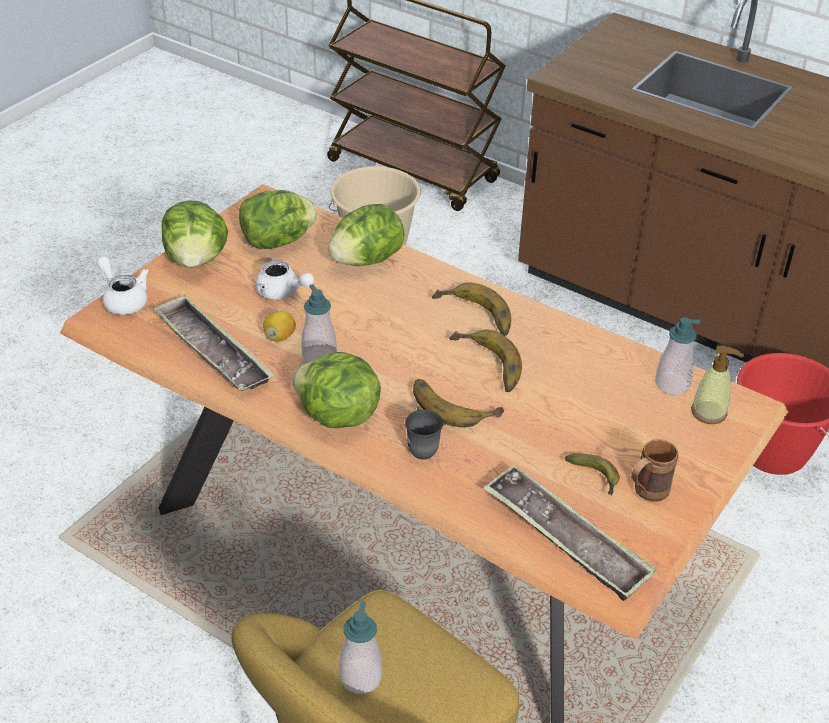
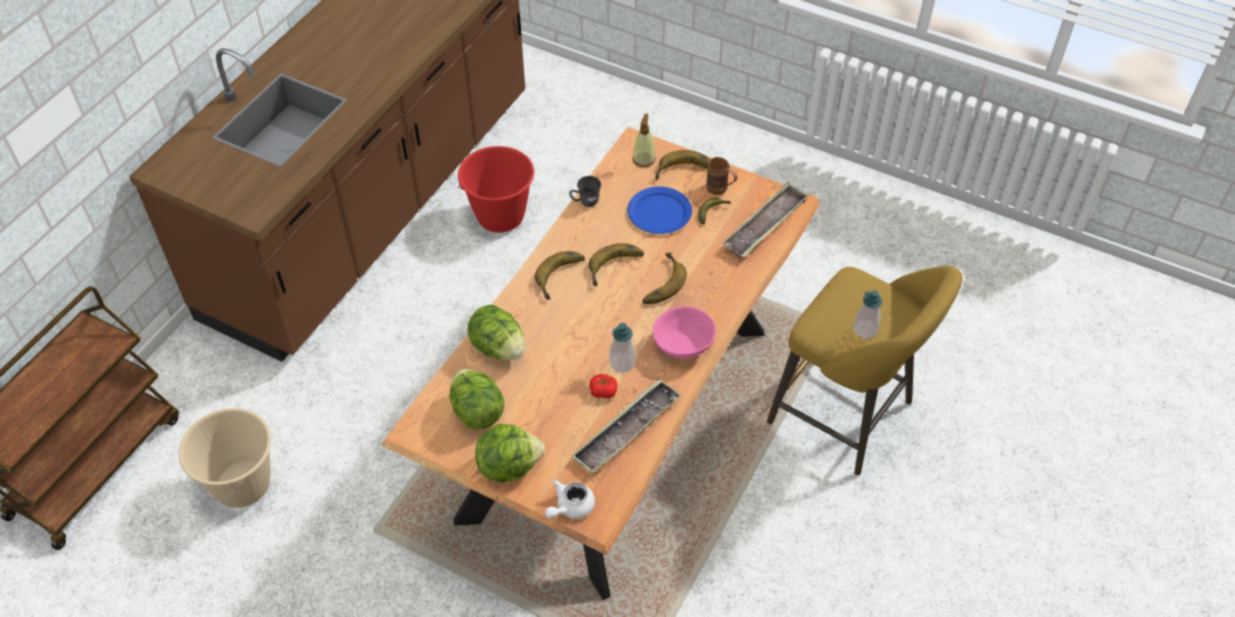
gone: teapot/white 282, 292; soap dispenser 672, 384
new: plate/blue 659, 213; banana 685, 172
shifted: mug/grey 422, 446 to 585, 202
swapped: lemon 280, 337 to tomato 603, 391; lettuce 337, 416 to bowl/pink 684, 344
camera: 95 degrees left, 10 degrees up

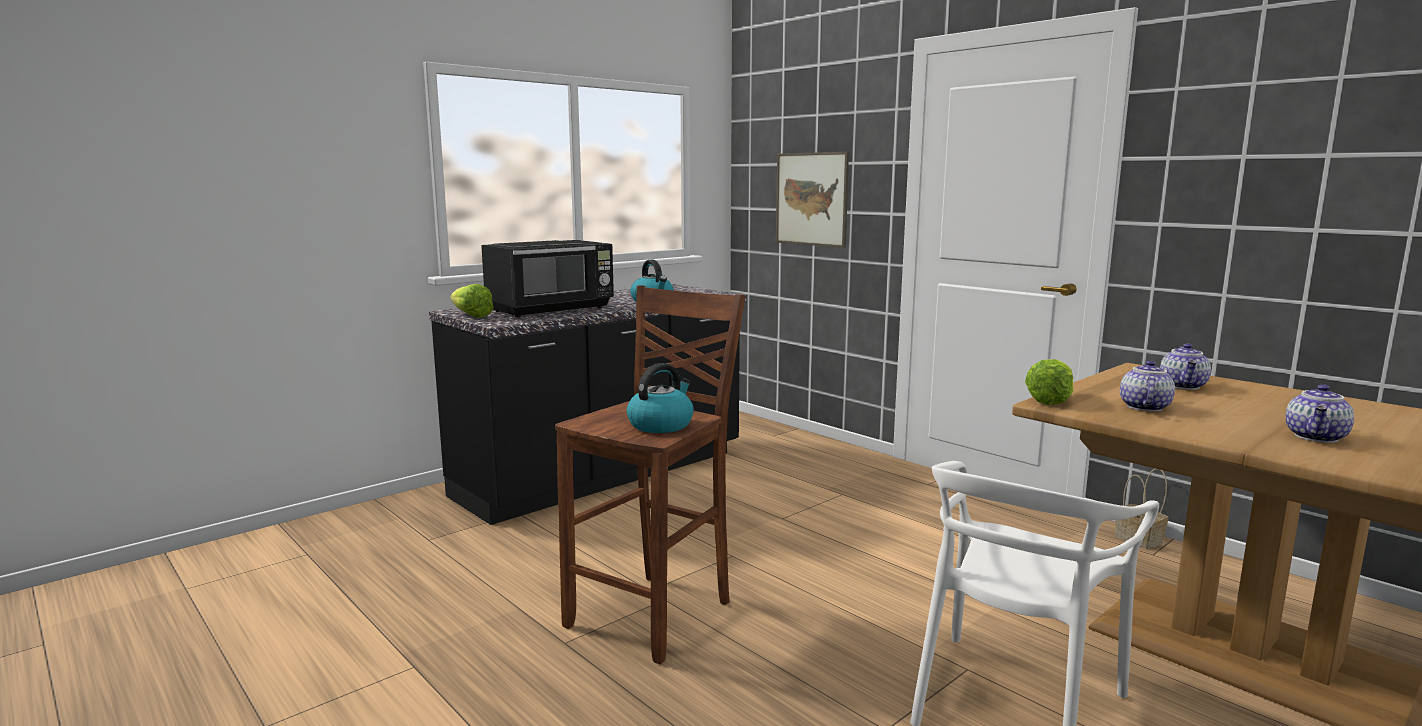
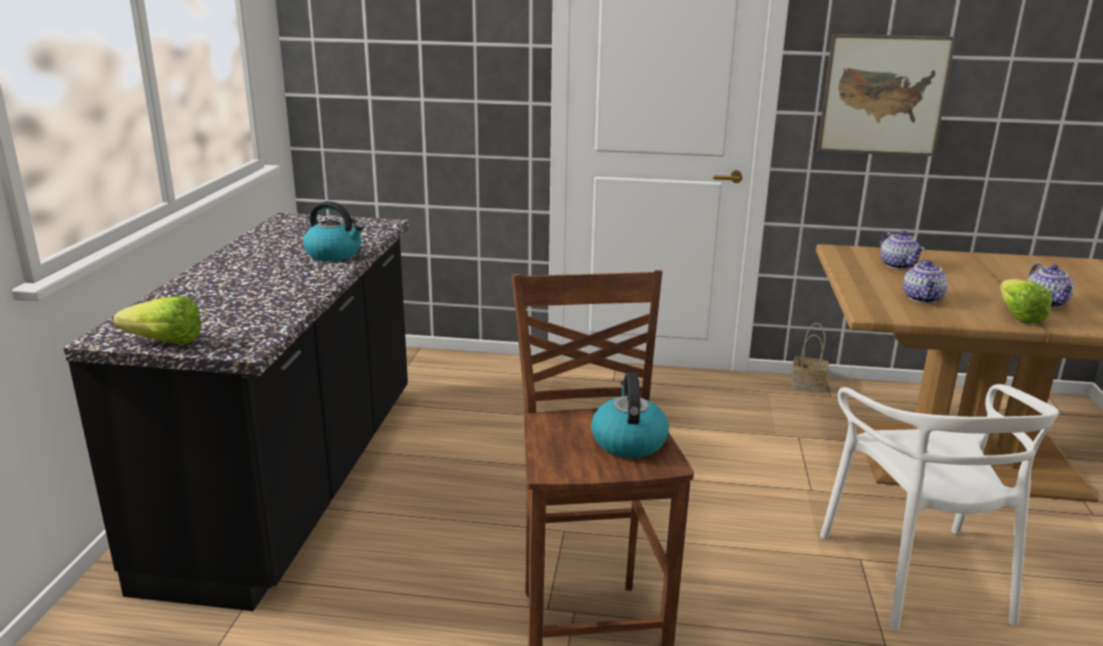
gone: microwave/black 552, 309
shifted: picture 811, 199 to 883, 95; lettuce 1054, 399 to 1016, 314
rotated: teapot 1143, 407 = 923, 299 150 degrees counterclockwise
camera: 40 degrees left, 10 degrees up

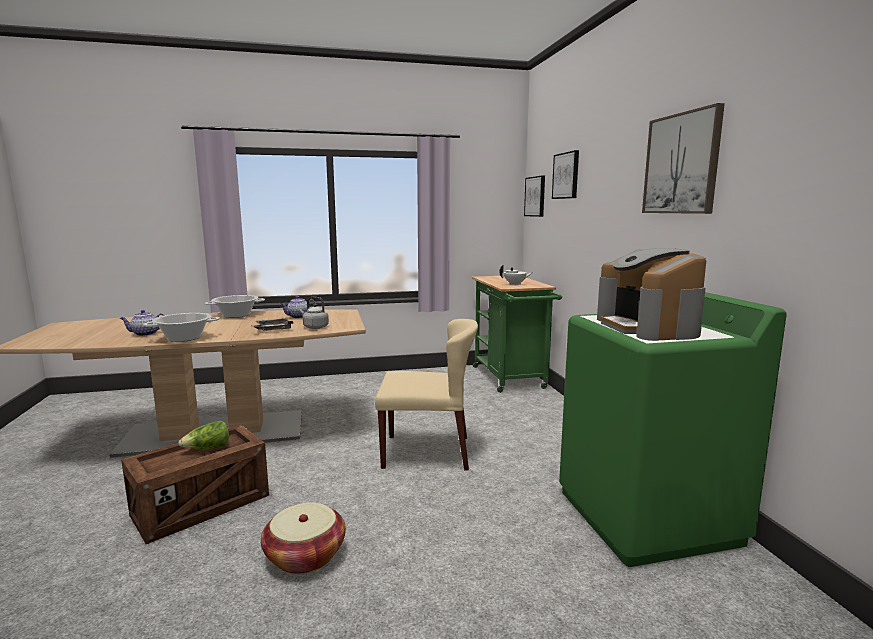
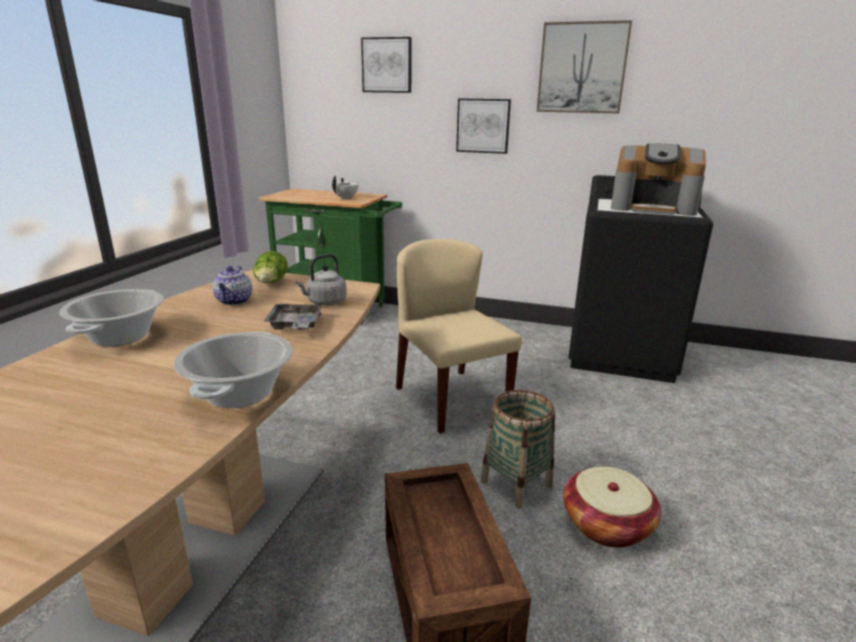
gone: teapot 145, 334
new: basket 516, 484
shifted: lettuce 208, 449 to 271, 283; picture 535, 196 to 483, 126
repainted: washing machine/green 647, 517 to washing machine/black 621, 354
rotated: chair/beige 427, 452 = 451, 399 60 degrees counterclockwise
camera: 60 degrees left, 10 degrees up

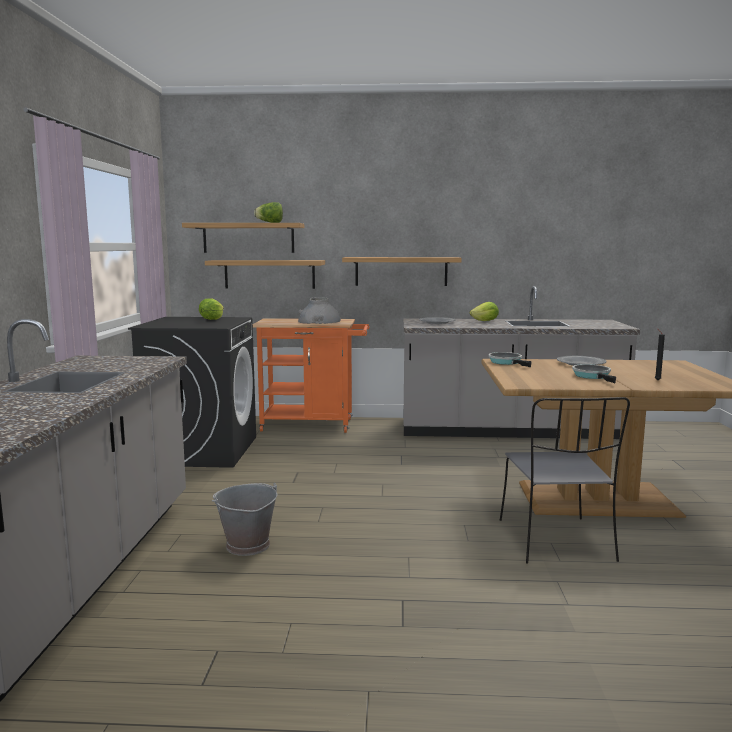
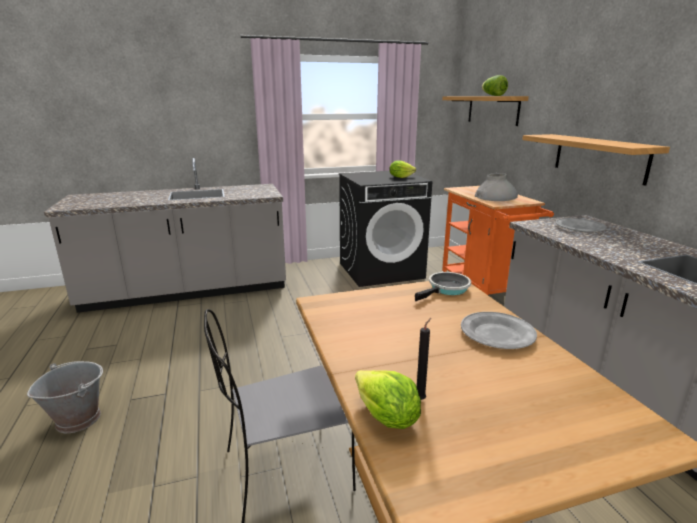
gone: shelf 269, 274; frying pan 593, 376
shifted: bucket/grey 247, 545 to 78, 419; lettuce 485, 321 to 386, 418
camera: 70 degrees right, 10 degrees up

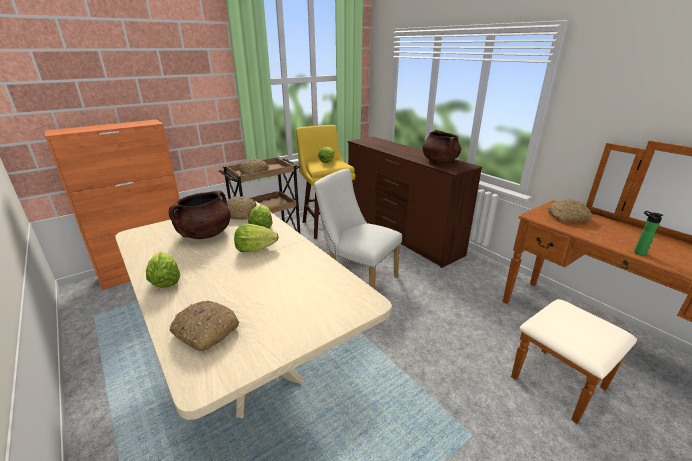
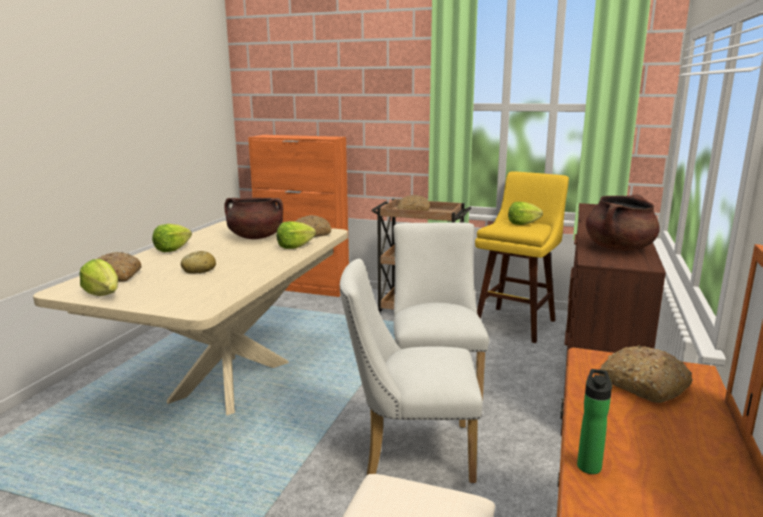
new: bread 198, 269; chair/white 409, 451
shifted: lettuce 255, 249 to 103, 294
camera: 55 degrees right, 10 degrees down

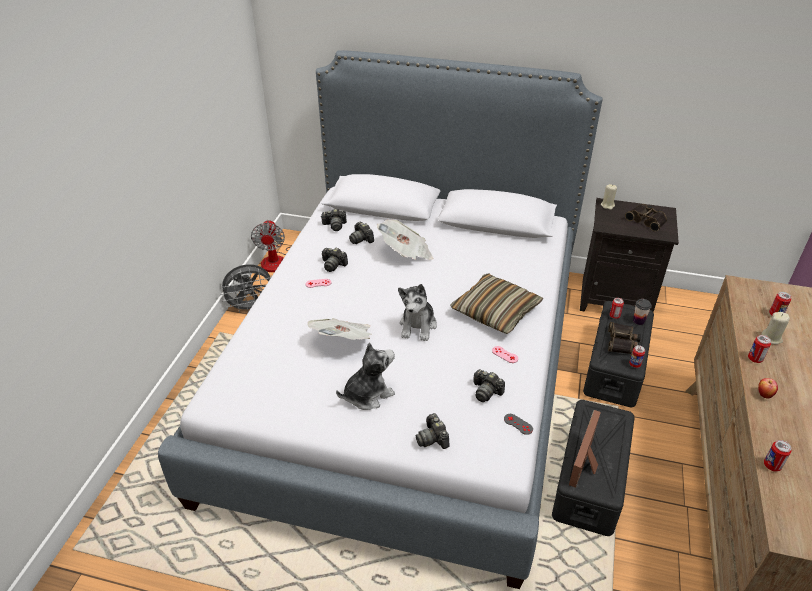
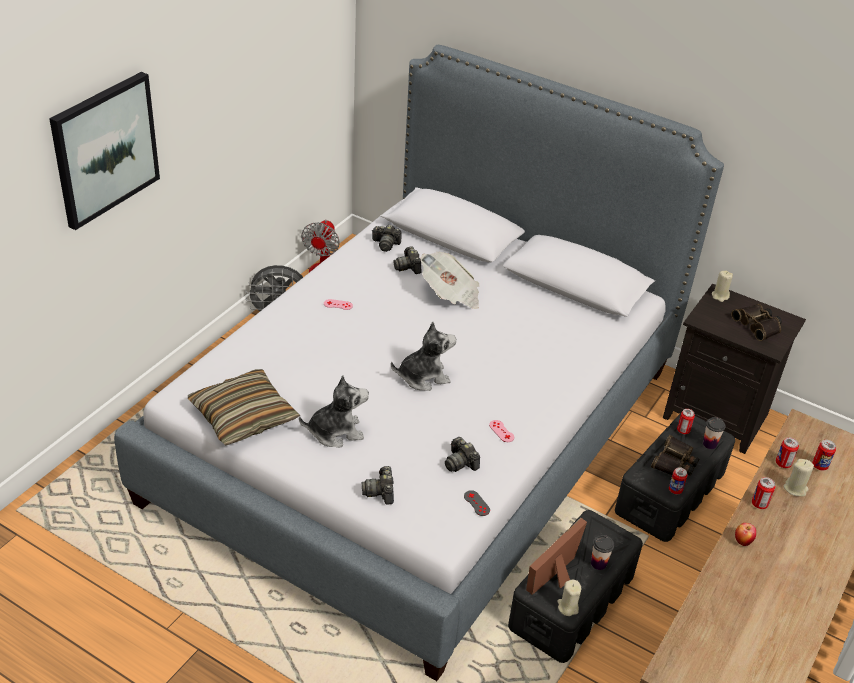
gone: newspaper 344, 341; photo camera 333, 265
new: picture 104, 149; candle/beige 567, 607; cup 598, 563
shifted: pillow 495, 311 to 244, 416; can 772, 465 to 783, 463
rotated: plush toy 418, 326 = 423, 377 135 degrees counterclockwise
camera: 15 degrees right, 0 degrees up

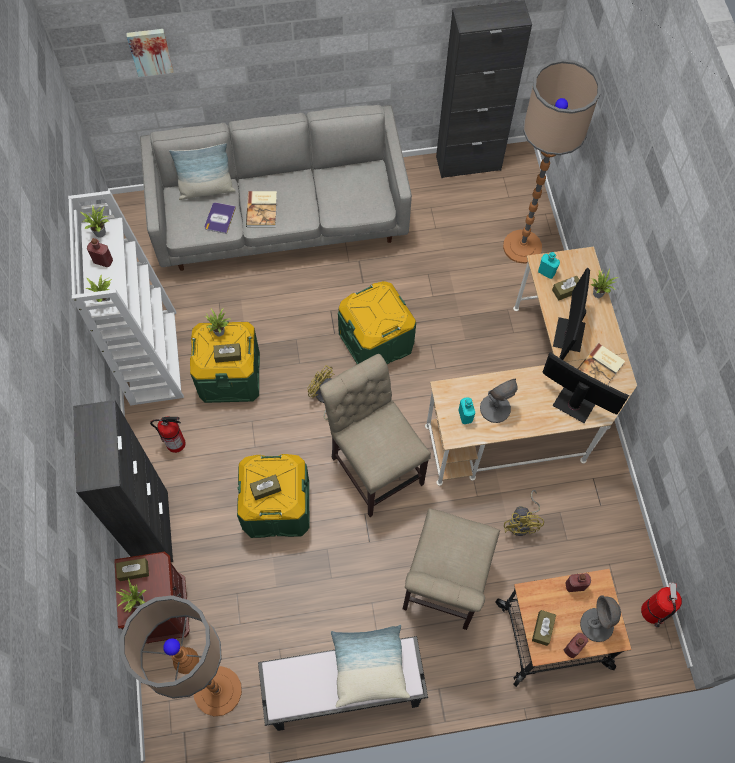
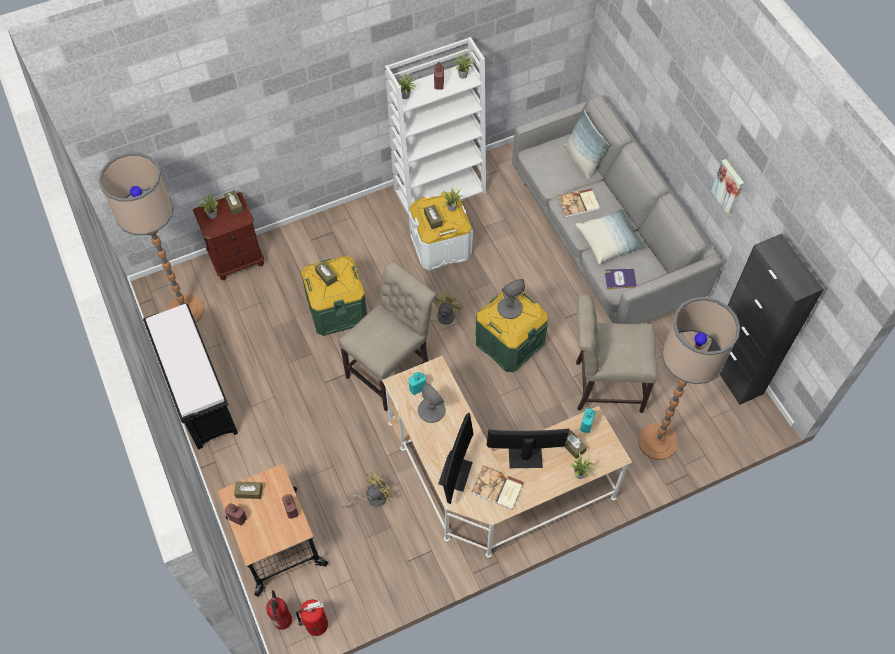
gone: cabinet/black 153, 528
shifted: picture 150, 51 to 729, 186; fire extinguisher 176, 443 to 283, 620; book 220, 218 to 620, 279; pillow 368, 667 to 609, 241; chair/beige 442, 588 to 604, 385; table lamp/grey 596, 625 to 509, 308
repainted: storage box/green 230, 375 to storage box/white 441, 246
rotated: fan/yellow 522, 522 = 372, 497 150 degrees clockwise
camera: 75 degrees right, 5 degrees down

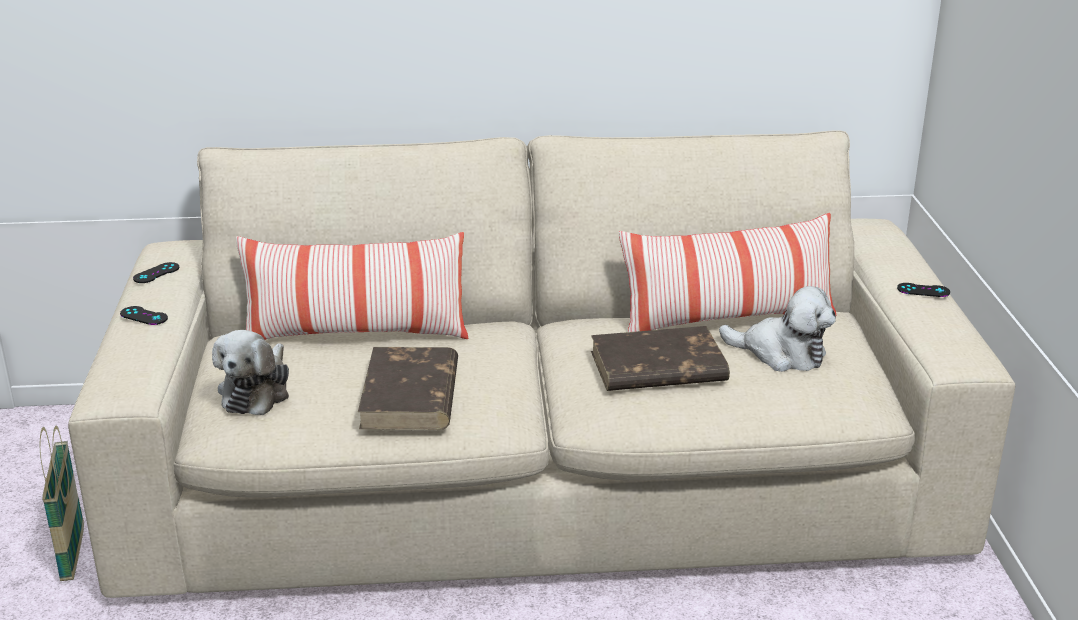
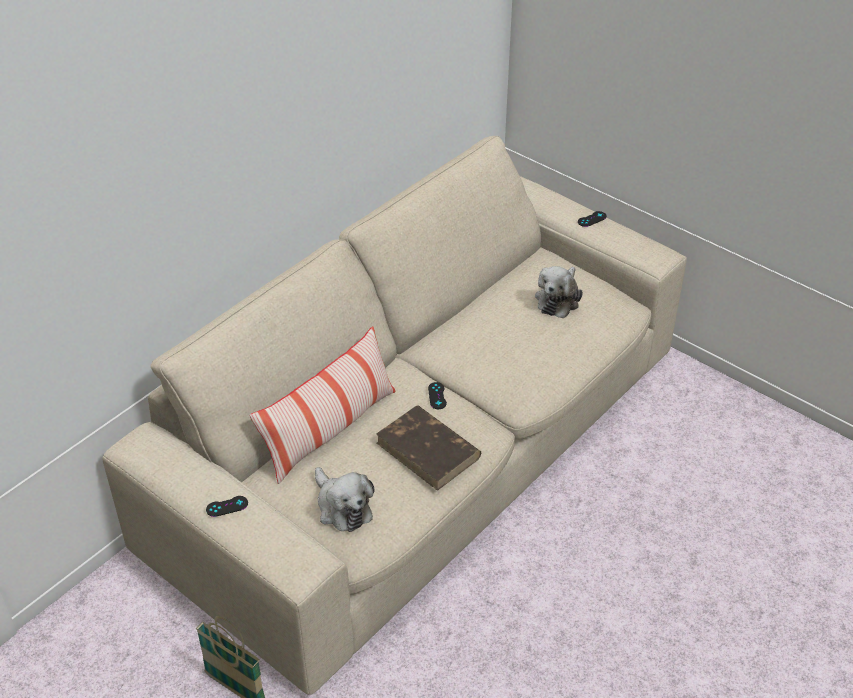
gone: book/brown 656, 367; pillow 727, 320
shifted: game controller/black 156, 273 to 437, 396
rotated: plush toy 781, 354 = 558, 299 135 degrees clockwise
camera: 45 degrees left, 15 degrees up

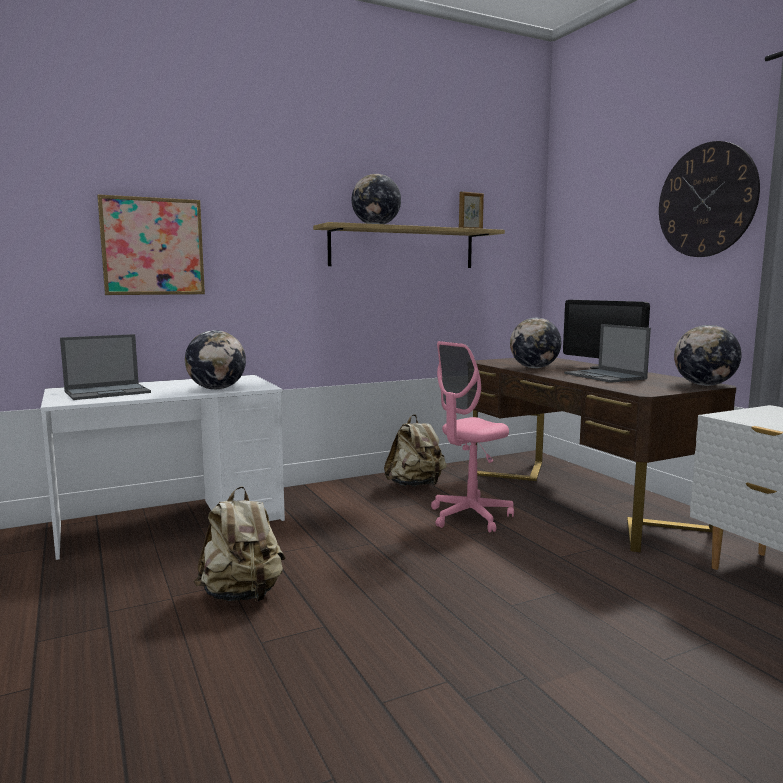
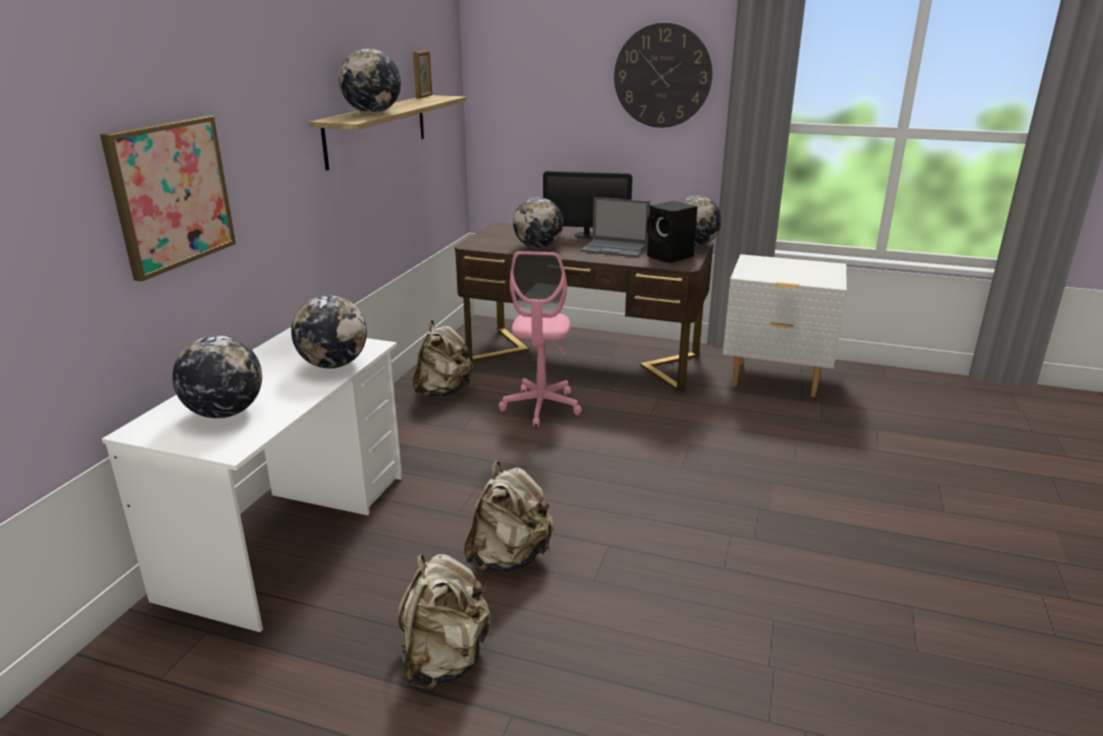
new: backpack/beige 445, 660; speaker/black 671, 257
swapped: laptop 108, 392 to globe 225, 413
camera: 45 degrees left, 15 degrees up

